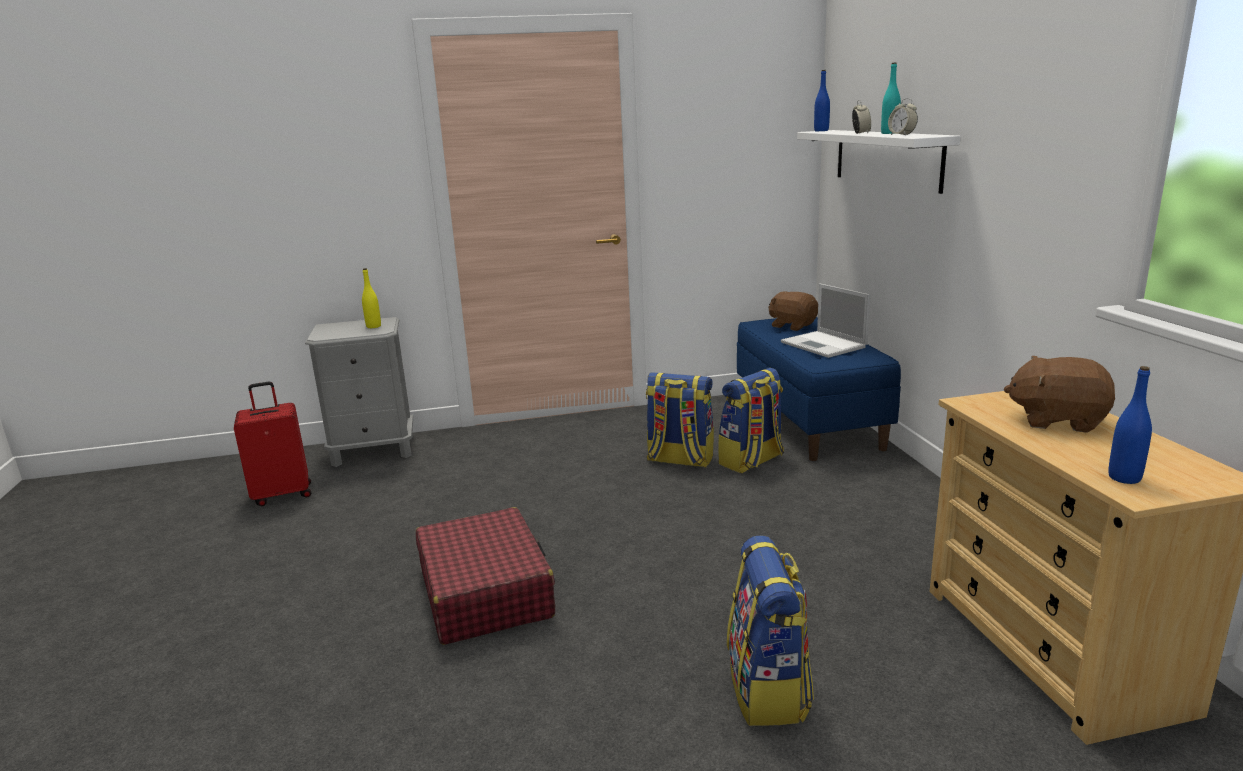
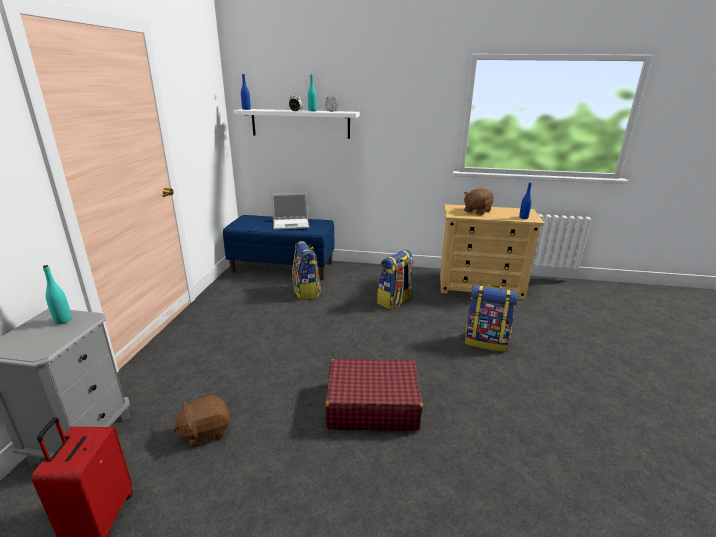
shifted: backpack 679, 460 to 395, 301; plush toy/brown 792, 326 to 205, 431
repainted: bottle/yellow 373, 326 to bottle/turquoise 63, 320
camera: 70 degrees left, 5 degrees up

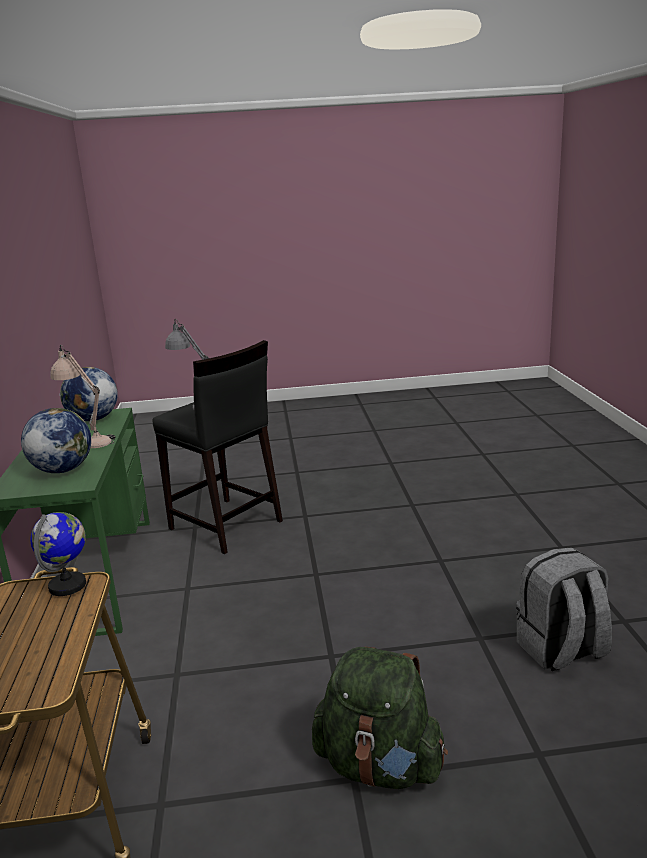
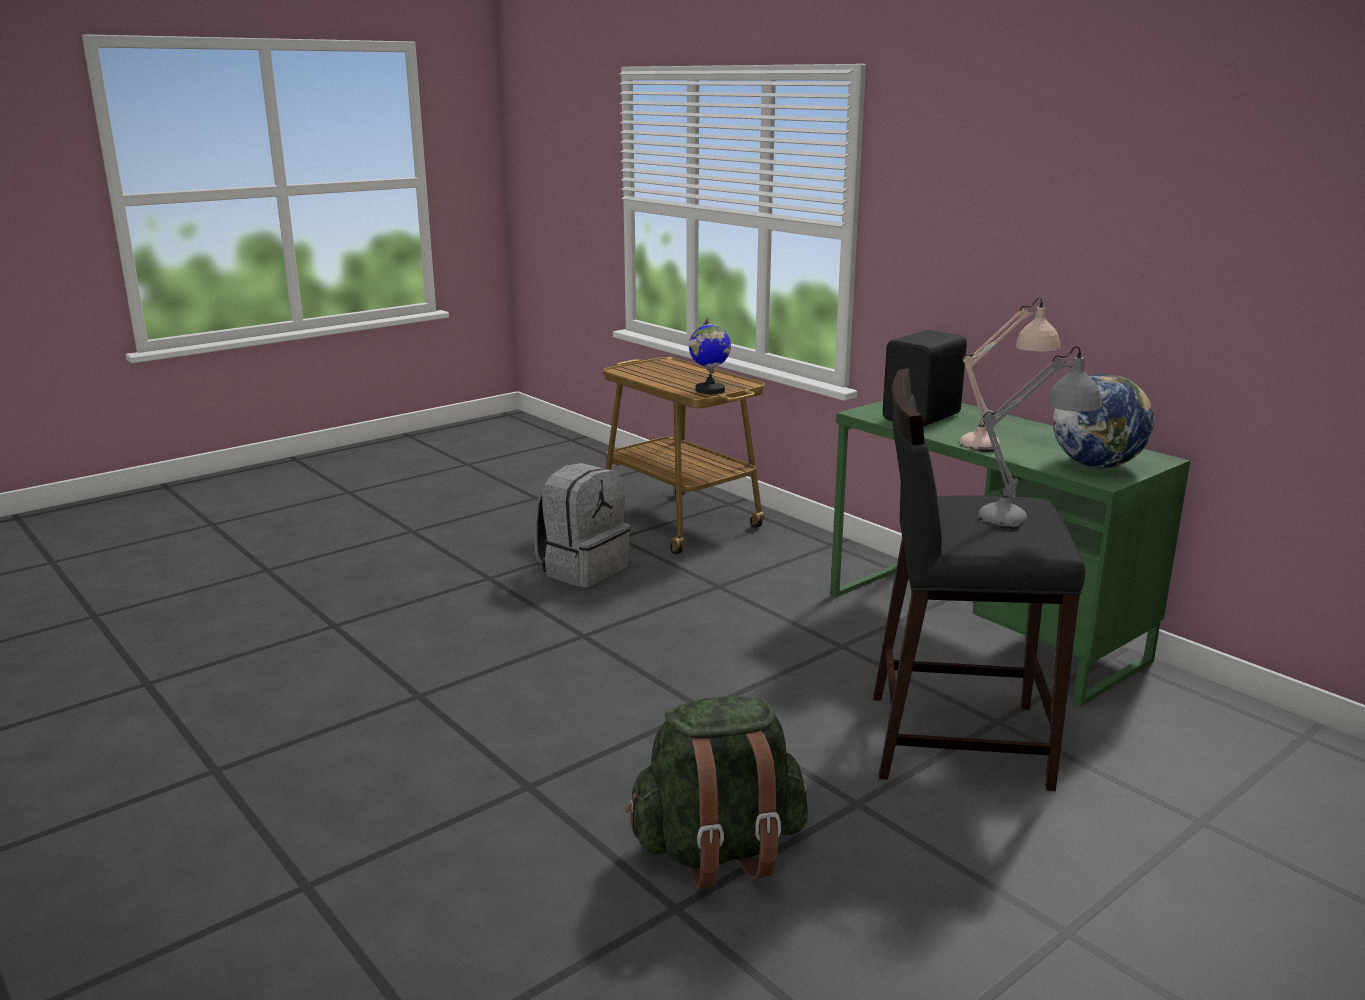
shifted: backpack/green 380, 766 to 718, 850; backpack/grey 561, 651 to 582, 569
swapped: globe 62, 470 to speaker/black 924, 417
camera: 145 degrees right, 0 degrees up

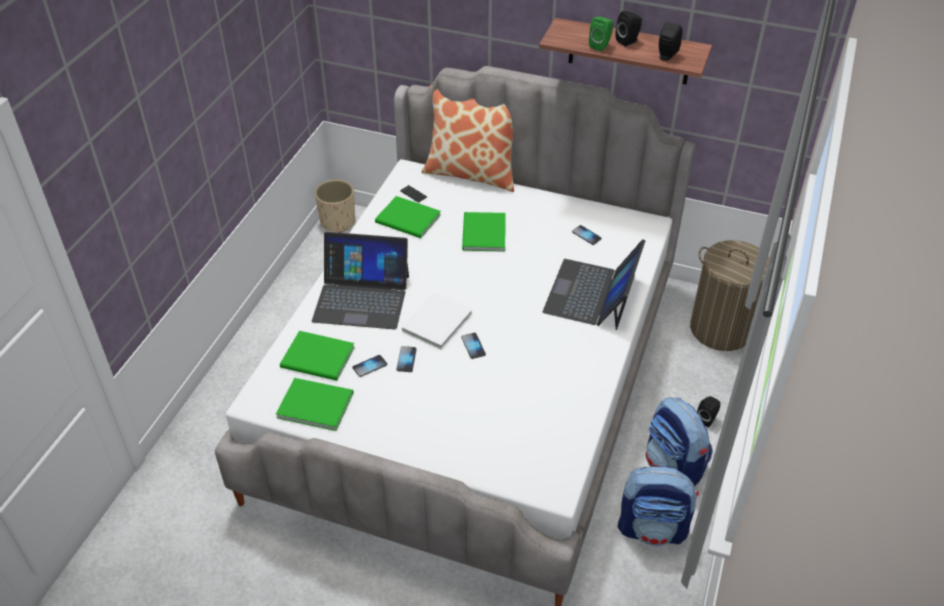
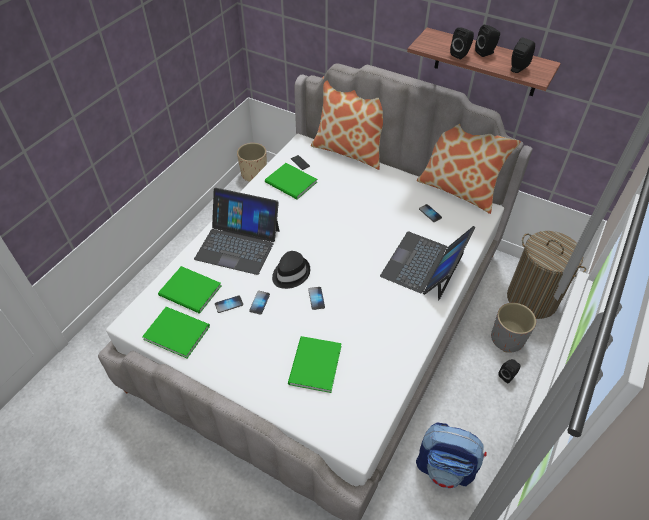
gone: backpack 673, 467
new: pillow 458, 189; planter/grey 507, 339
shifted: book/green 482, 234 to 313, 366
swapped: book/white 435, 323 to hat/black 290, 273
repainted: speaker/green 601, 45 to speaker/black 461, 54
camera: 10 degrees right, 5 degrees up

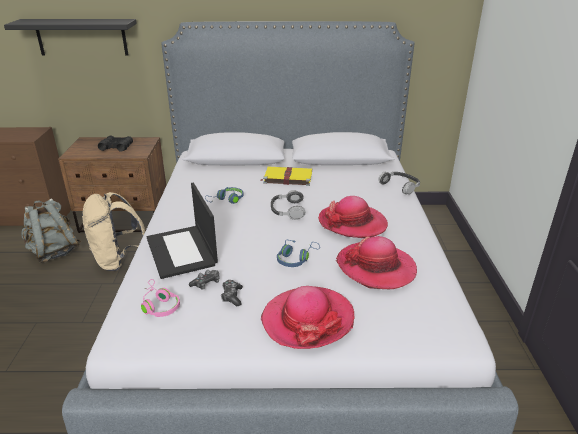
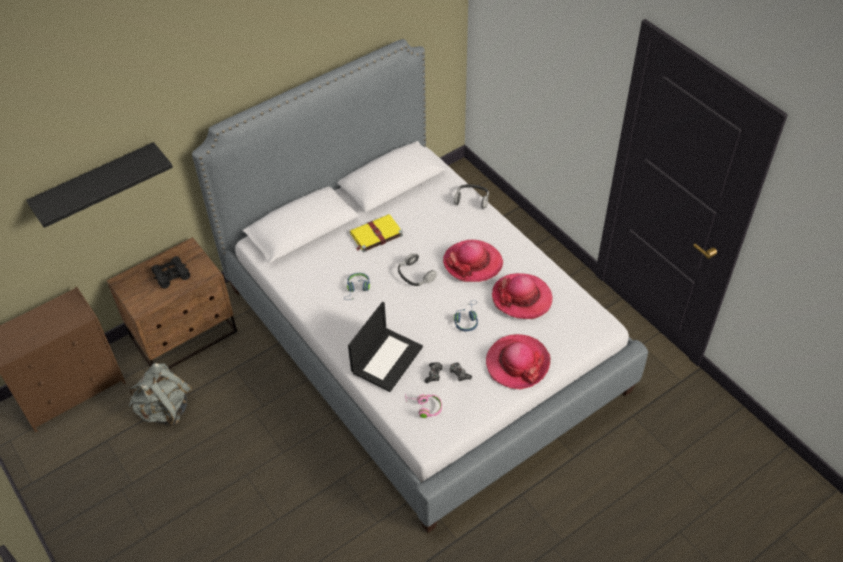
gone: backpack/beige 118, 260
rotated: laptop 182, 251 = 387, 358 90 degrees counterclockwise
camera: 35 degrees left, 20 degrees up

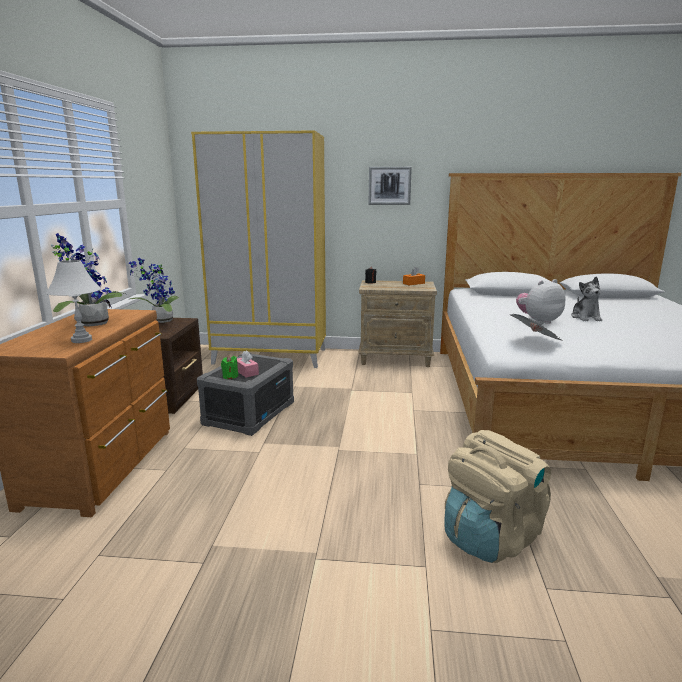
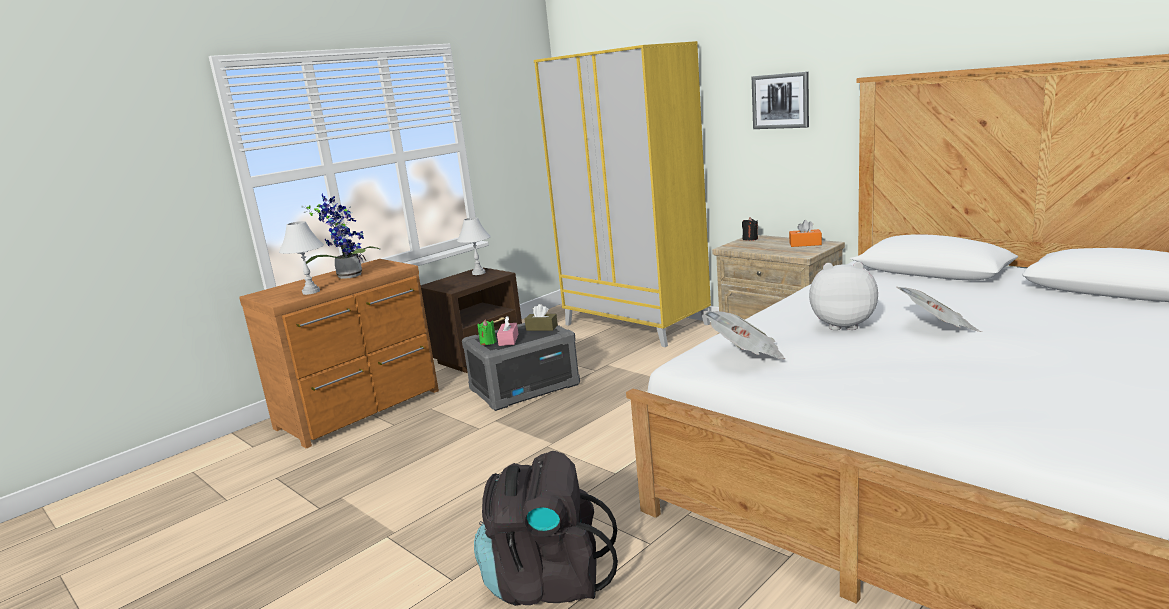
new: tissue box/brown 541, 328
swapped: potted plant 160, 321 to table lamp/white 479, 273; plush toy 585, 317 to newspaper 938, 328
repainted: backpack/beige 491, 537 to backpack/black 547, 581
camera: 40 degrees right, 0 degrees up

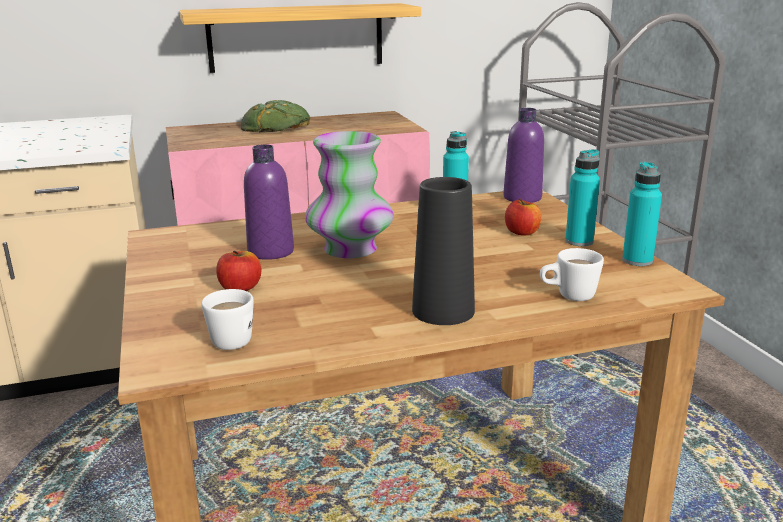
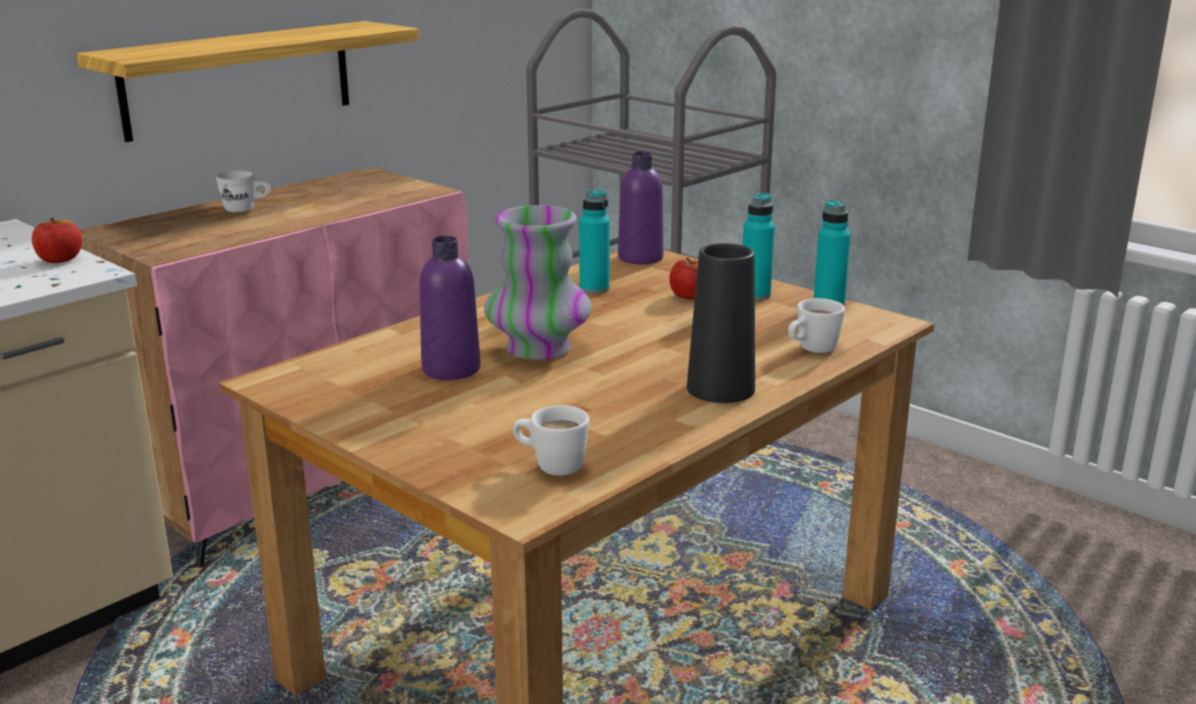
shifted: apple 240, 288 to 60, 259
swapped: bread 276, 126 to mug/white 246, 209
camera: 30 degrees left, 0 degrees up

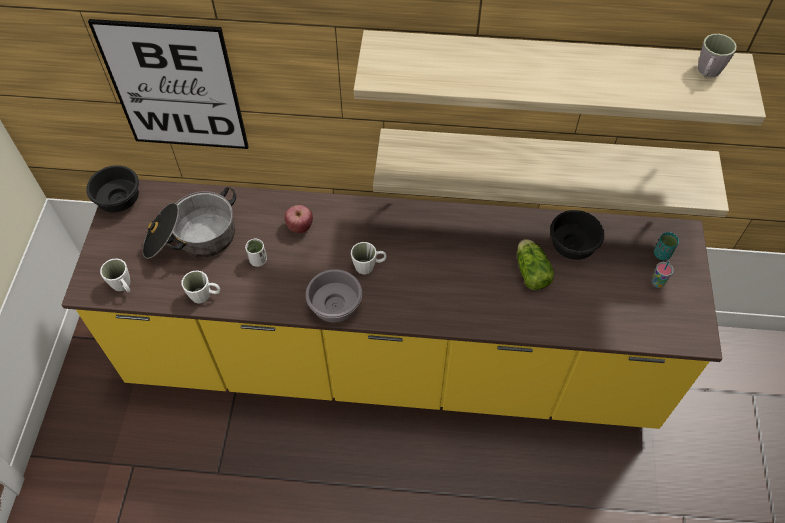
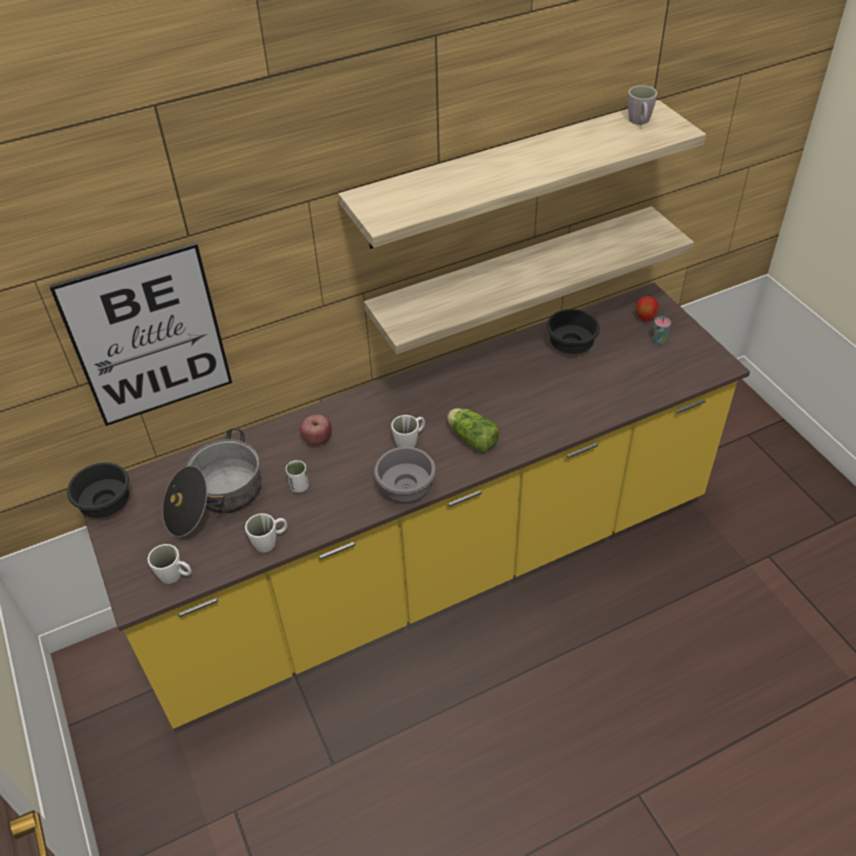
shifted: lettuce 531, 270 to 471, 437
swapped: cup/turquoise 662, 254 to apple 645, 319
camera: 30 degrees left, 10 degrees down

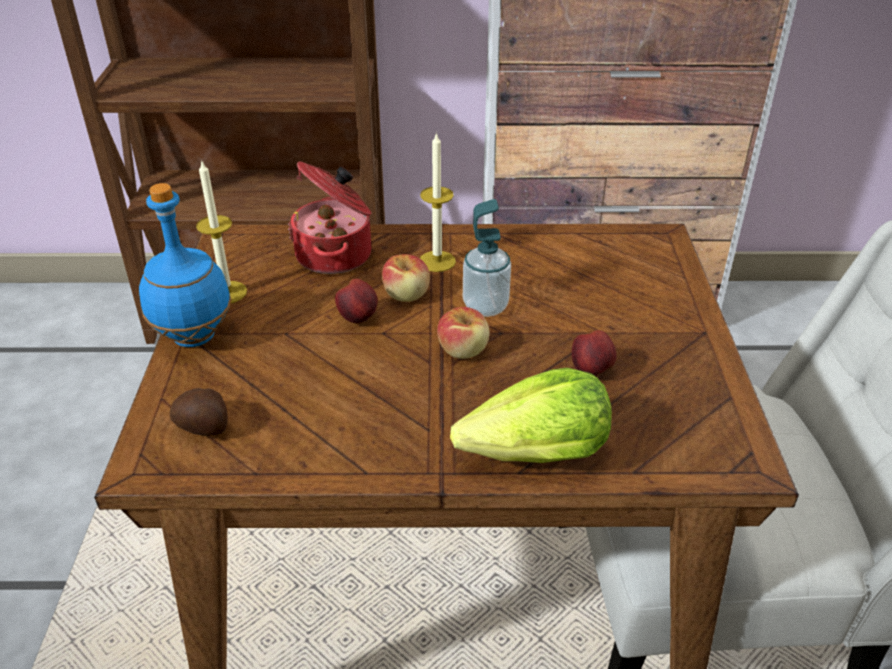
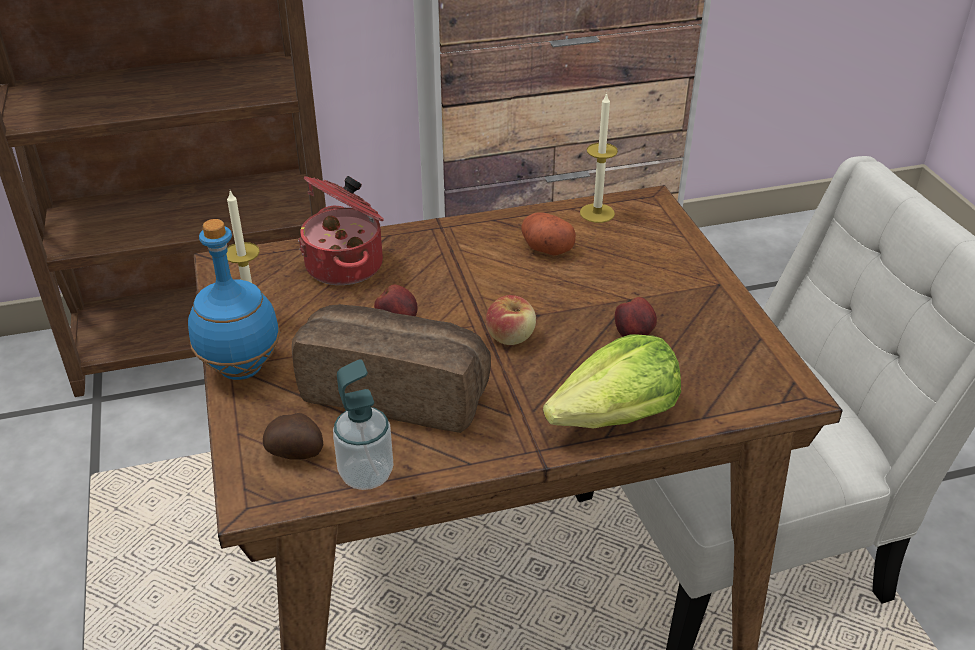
gone: apple 406, 295
new: bread 397, 391; potato 545, 247
shifted: candle 437, 261 to 597, 213; soap dispenser 485, 307 to 366, 474
camera: 15 degrees left, 0 degrees up

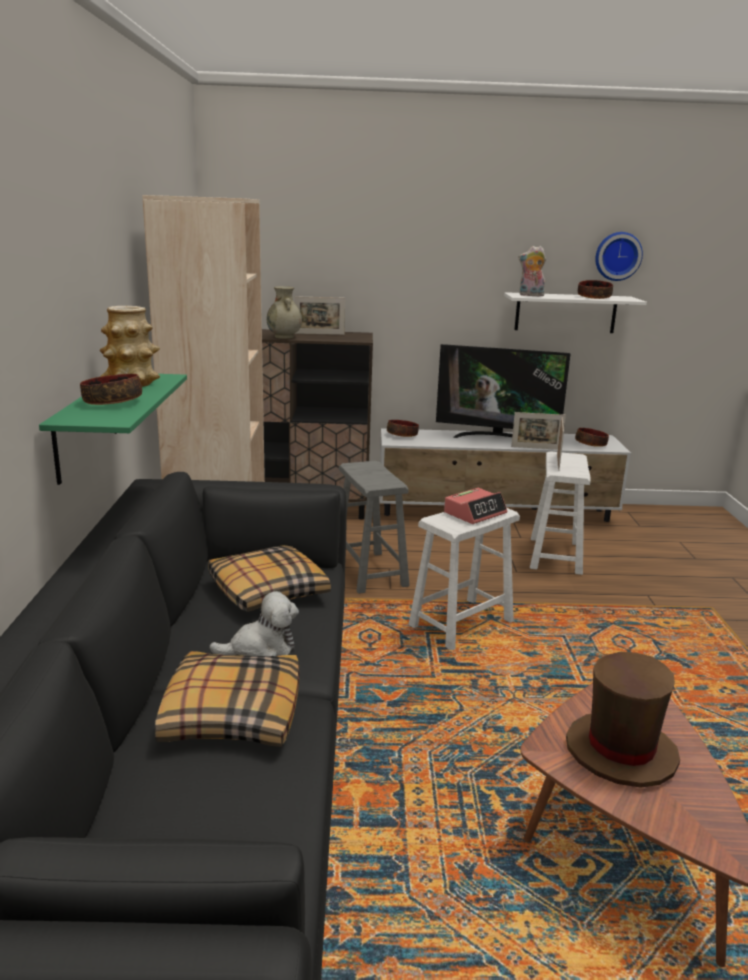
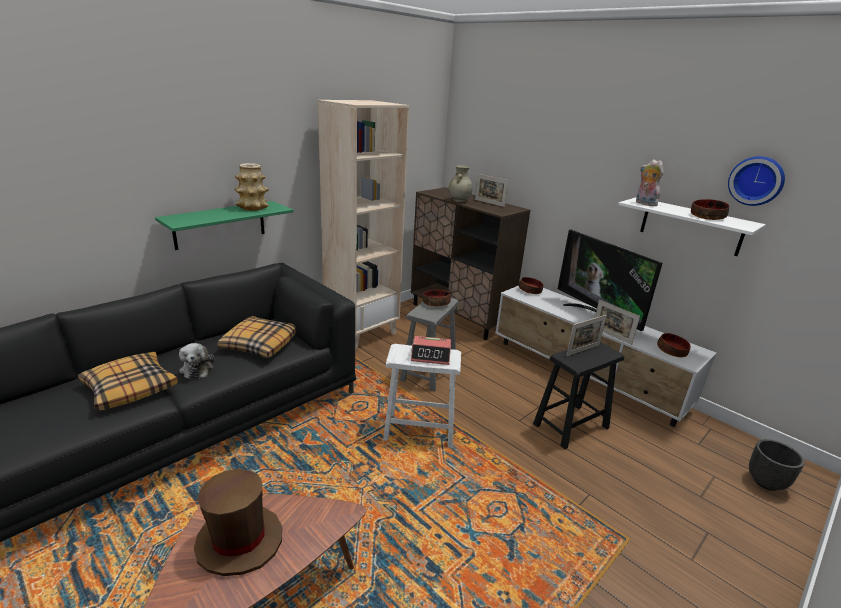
new: planter/black 766, 482
shifted: bowl 113, 402 to 436, 303
repainted: stool/white 555, 555 to stool/black 570, 426
rotated: plush toy 261, 649 = 197, 368 45 degrees clockwise
camera: 45 degrees right, 5 degrees up

